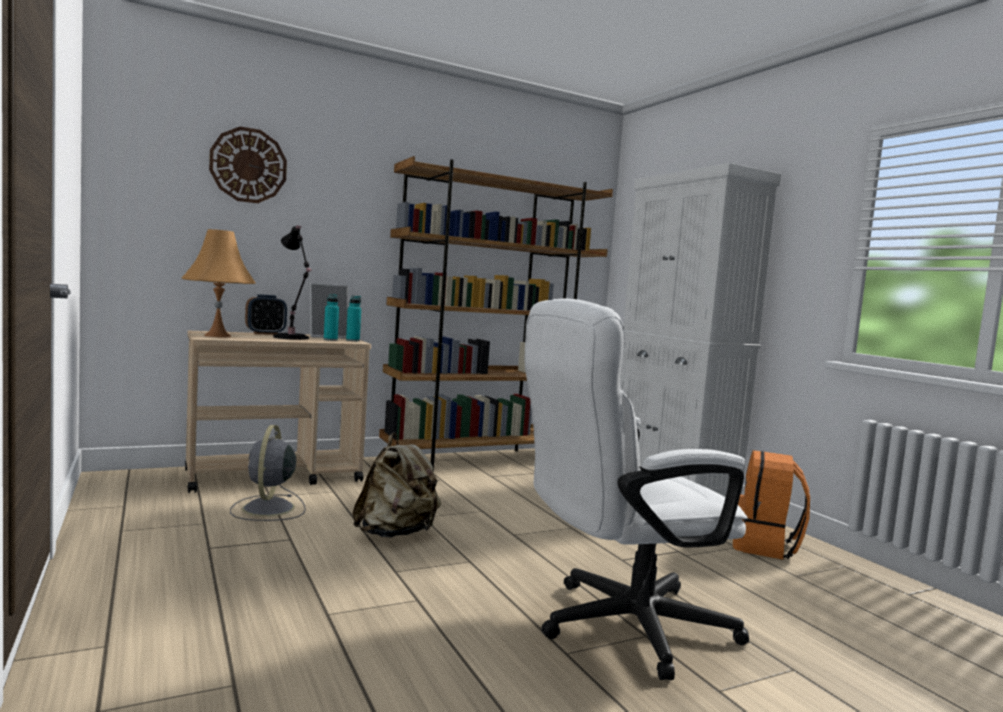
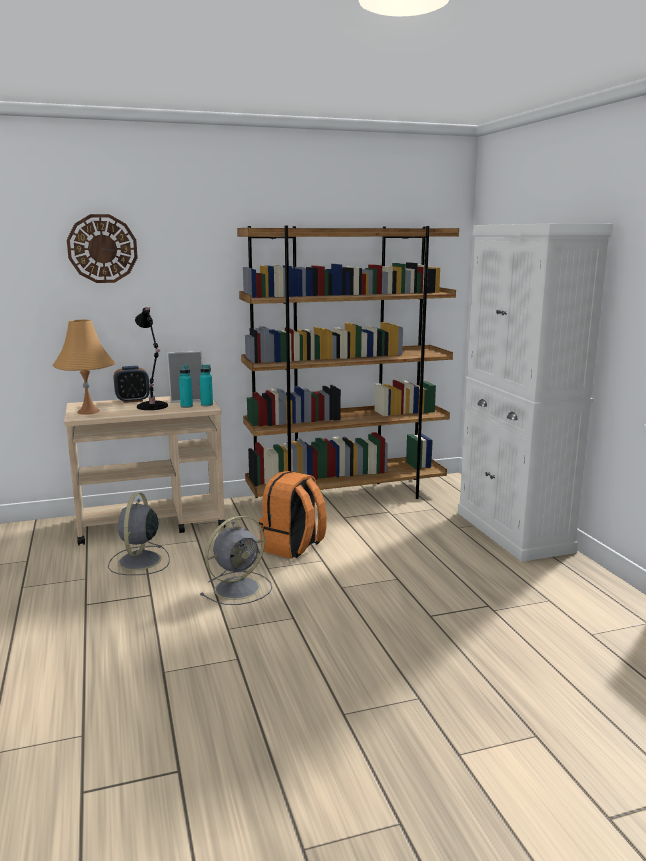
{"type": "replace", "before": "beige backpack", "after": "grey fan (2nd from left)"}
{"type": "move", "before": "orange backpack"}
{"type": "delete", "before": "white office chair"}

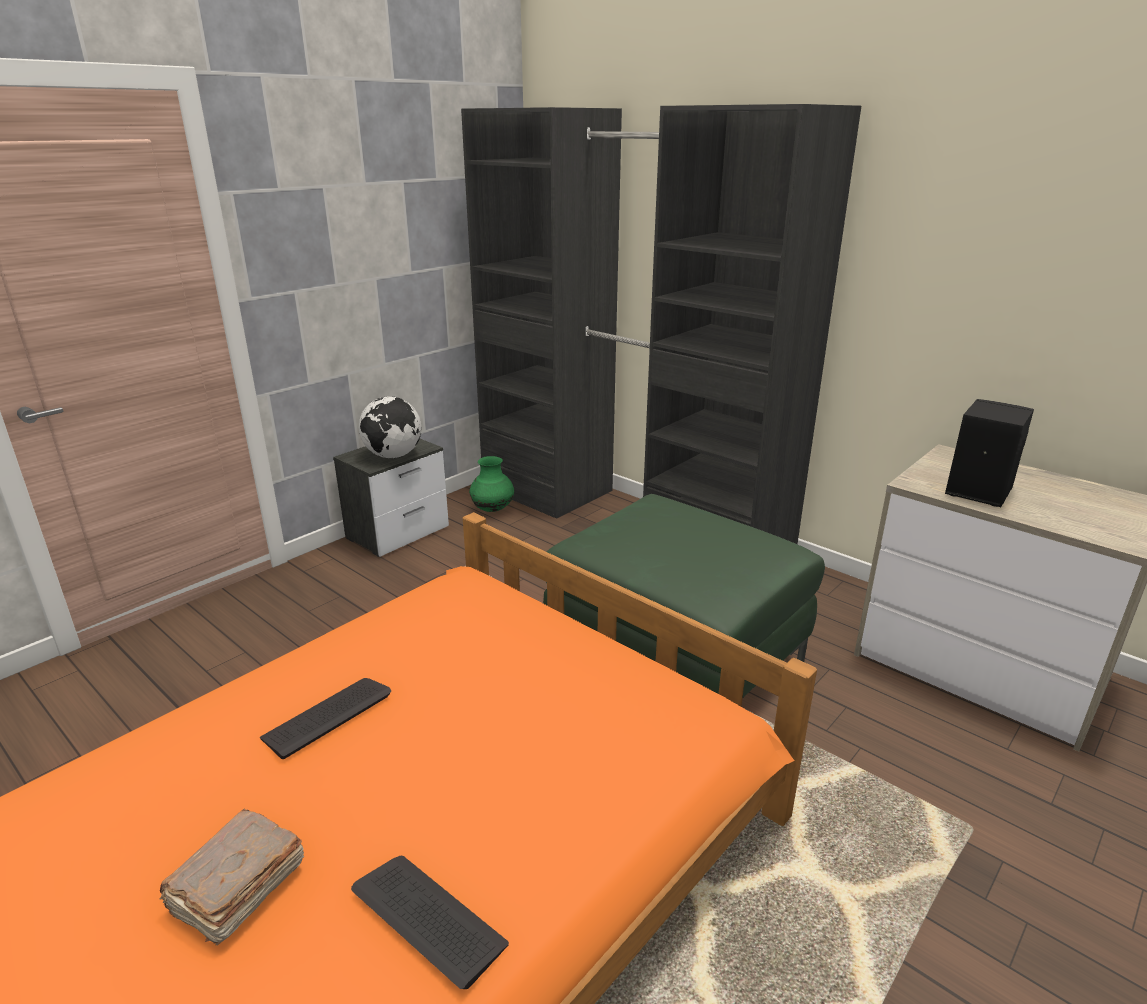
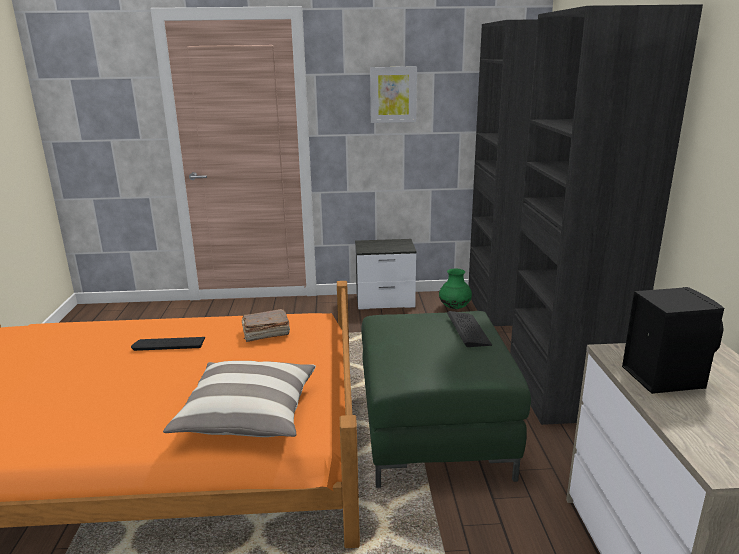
{"type": "insert", "after": "pillow"}
{"type": "move", "before": "brown book"}
{"type": "insert", "after": "picture"}
{"type": "move", "before": "keyboard (2nd from left)"}
{"type": "delete", "before": "globe"}

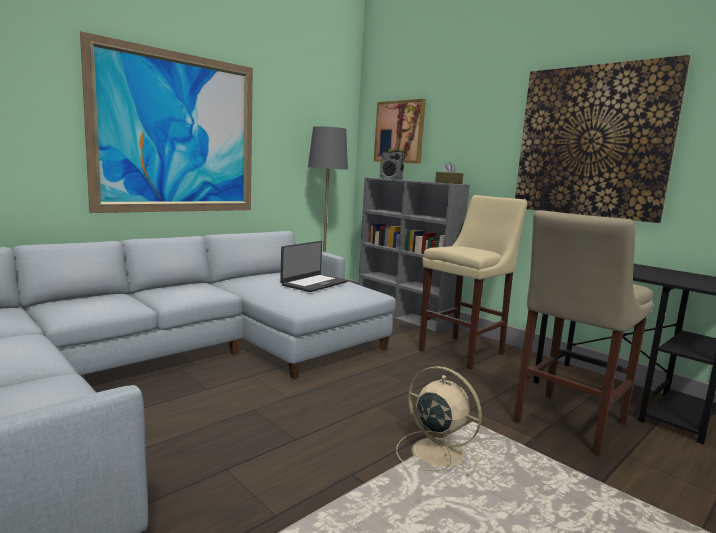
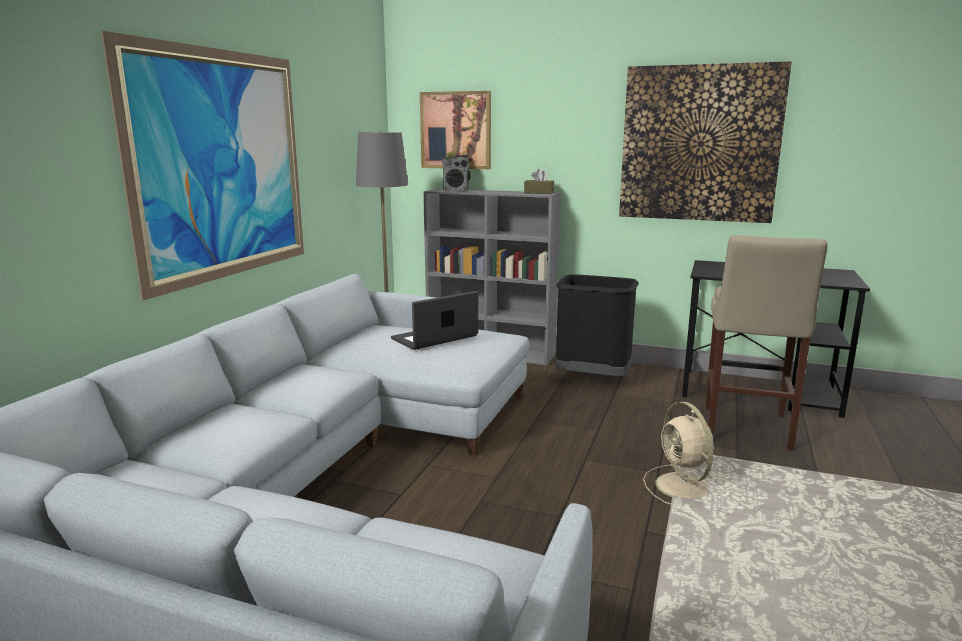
{"type": "rotate", "before": "laptop", "turn": -135}
{"type": "replace", "before": "beige stool (1st from left)", "after": "black trash can"}
{"type": "rotate", "before": "beige fan", "turn": -120}

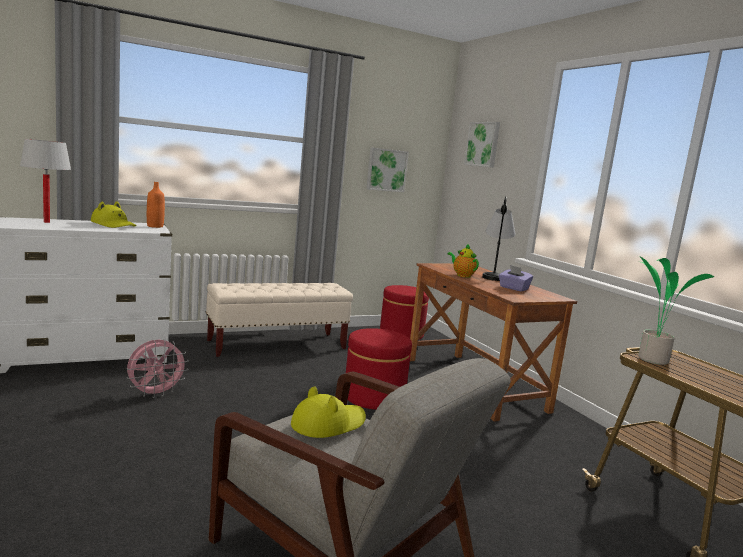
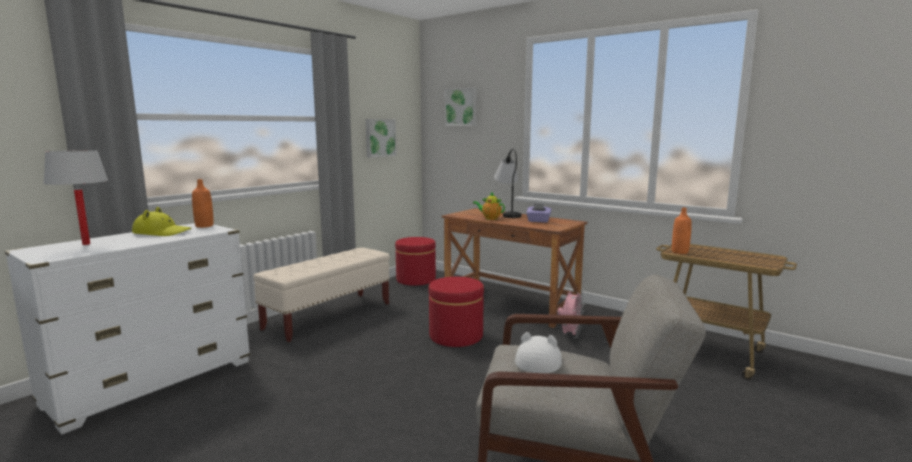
{"type": "recolor", "before": "yellow hat (2nd from left)", "after": "white hat"}
{"type": "move", "before": "pink fan"}
{"type": "replace", "before": "potted plant", "after": "orange bottle (2nd from left)"}

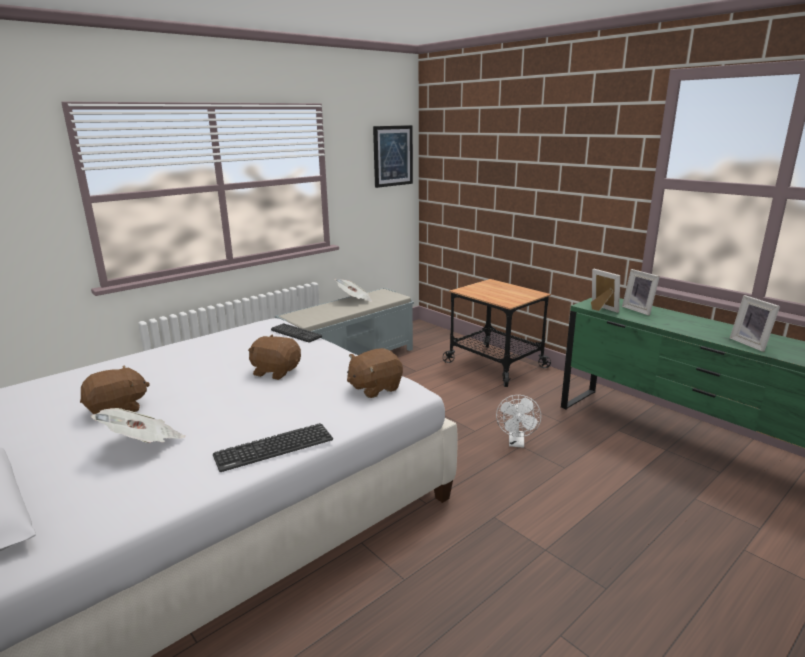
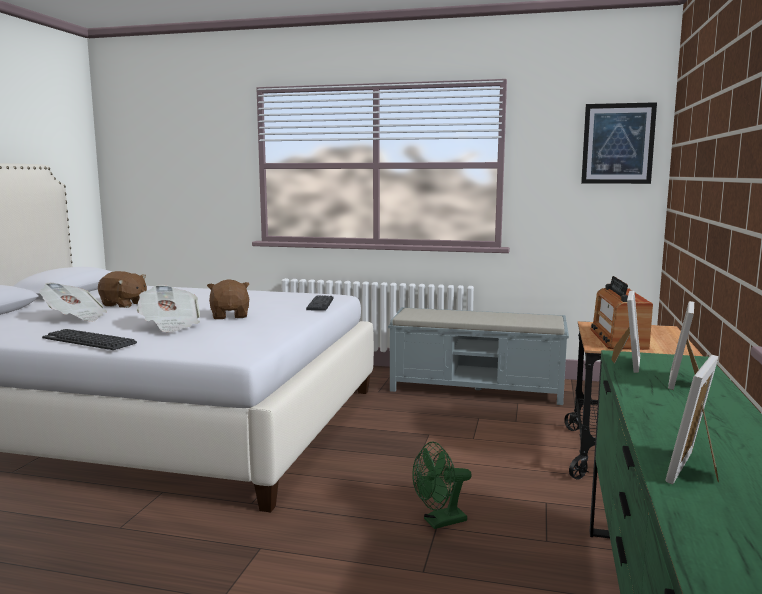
{"type": "move", "before": "newspaper (2nd from left)"}
{"type": "recolor", "before": "white fan", "after": "green fan"}
{"type": "insert", "after": "radio"}
{"type": "delete", "before": "brown plush toy (3rd from left)"}

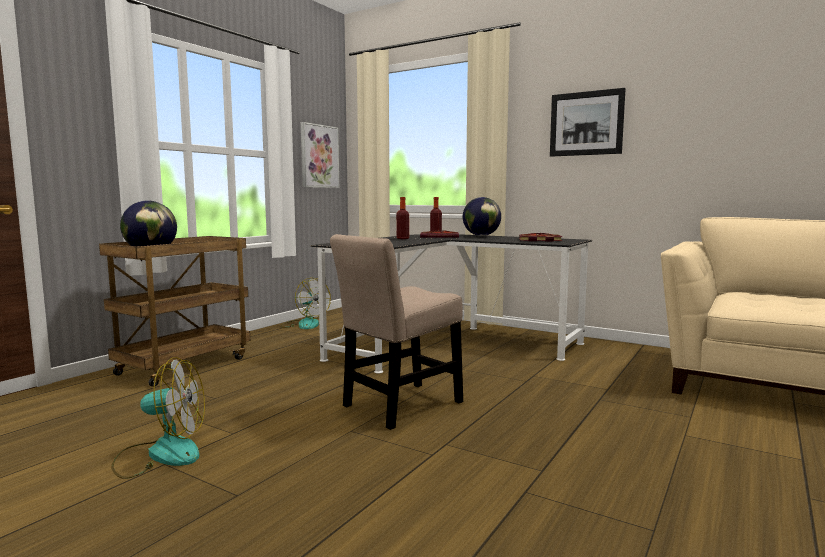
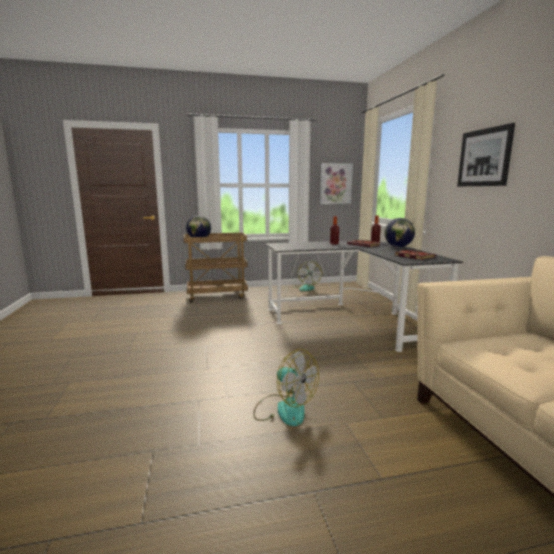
{"type": "move", "before": "fan (1st from left)"}
{"type": "delete", "before": "beige chair"}

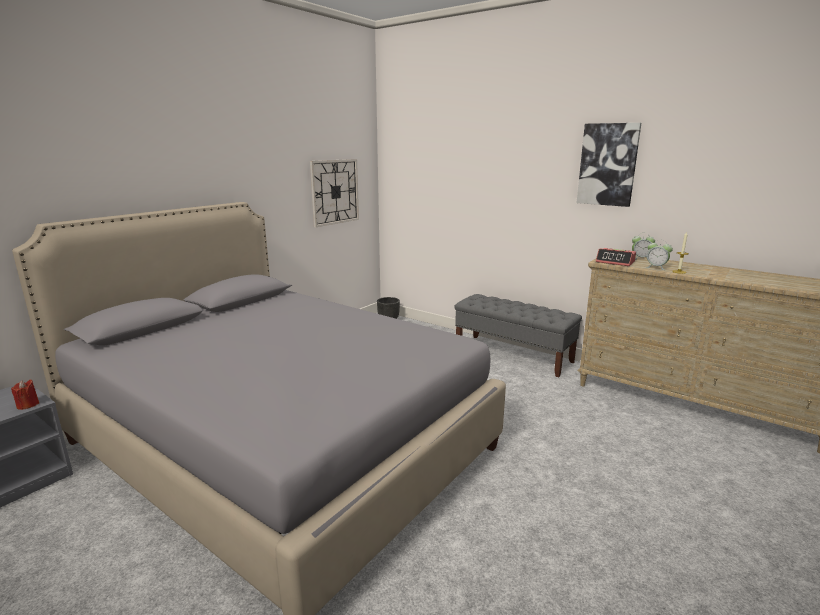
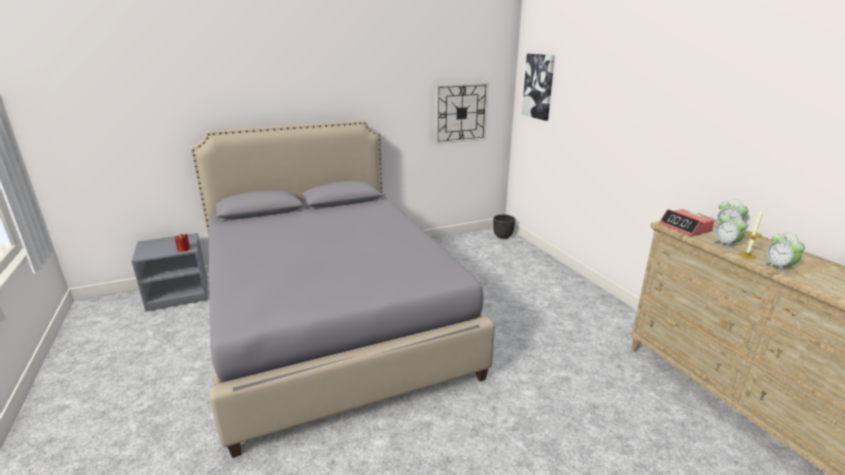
{"type": "move", "before": "picture"}
{"type": "insert", "after": "alarm clock (4th from left)"}
{"type": "delete", "before": "grey bench"}

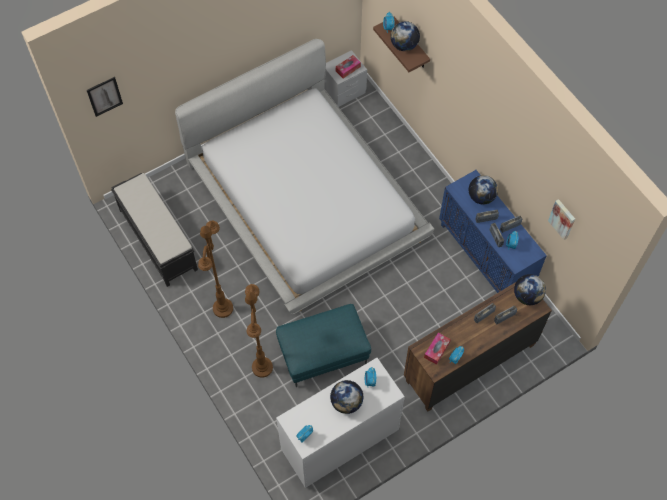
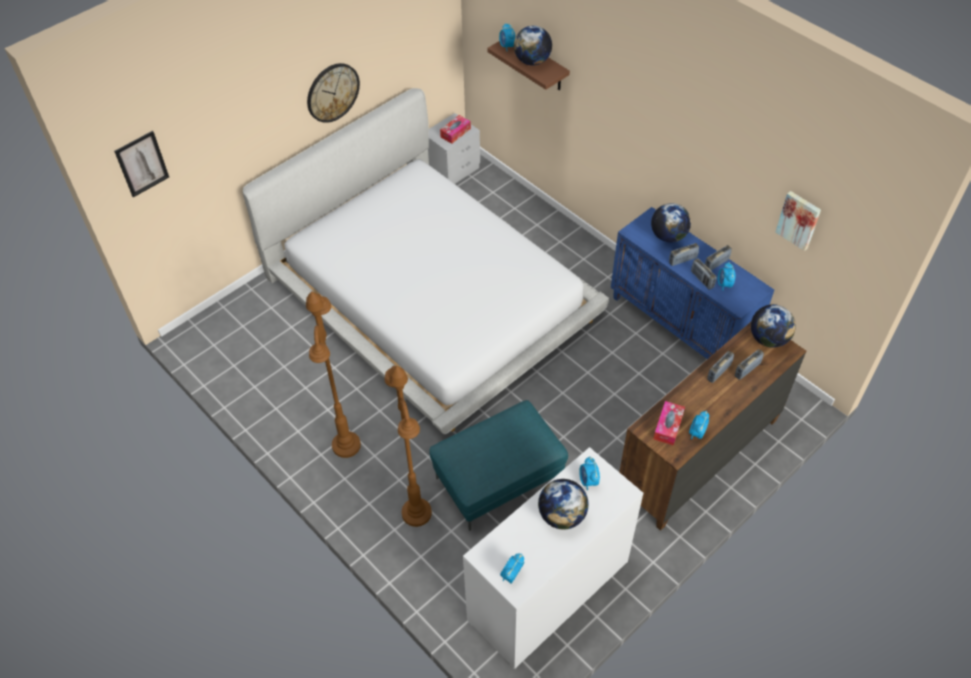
{"type": "insert", "after": "wall clock"}
{"type": "delete", "before": "black bench"}

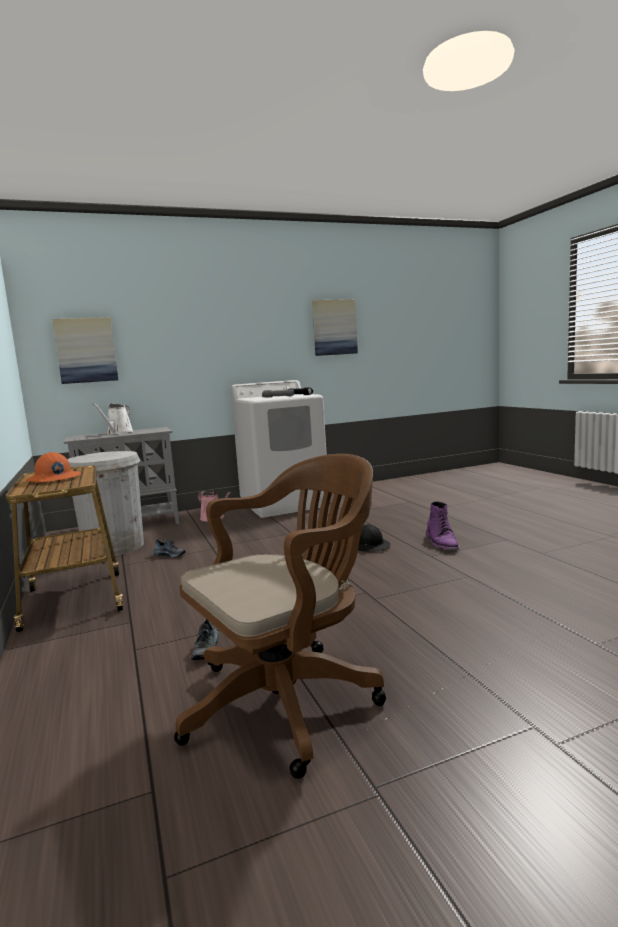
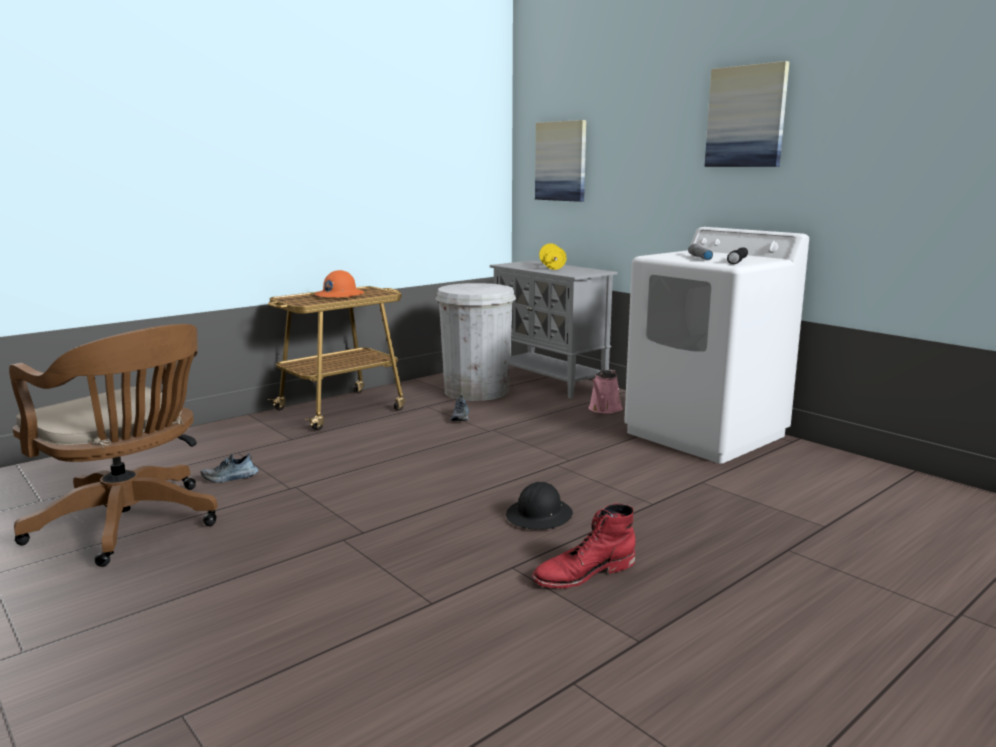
{"type": "recolor", "before": "purple boot", "after": "red boot"}
{"type": "replace", "before": "white watering can", "after": "yellow dumbbell"}
{"type": "move", "before": "picture (2nd from left)"}

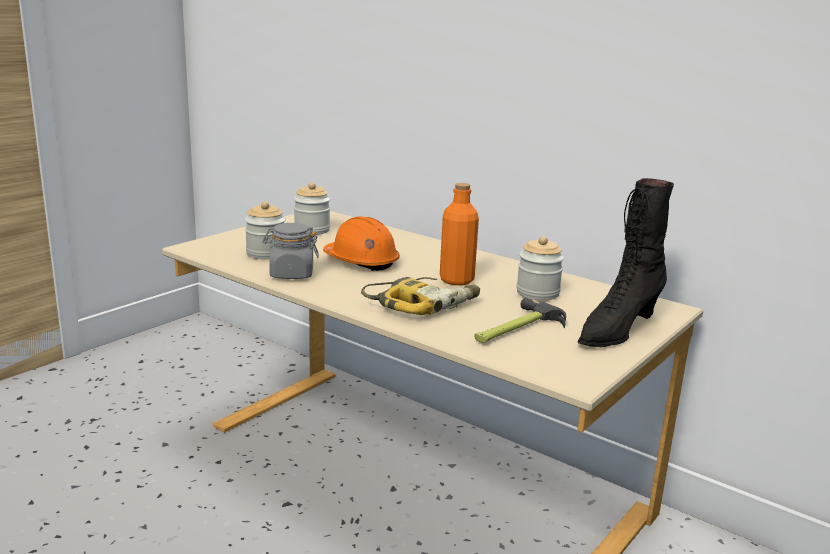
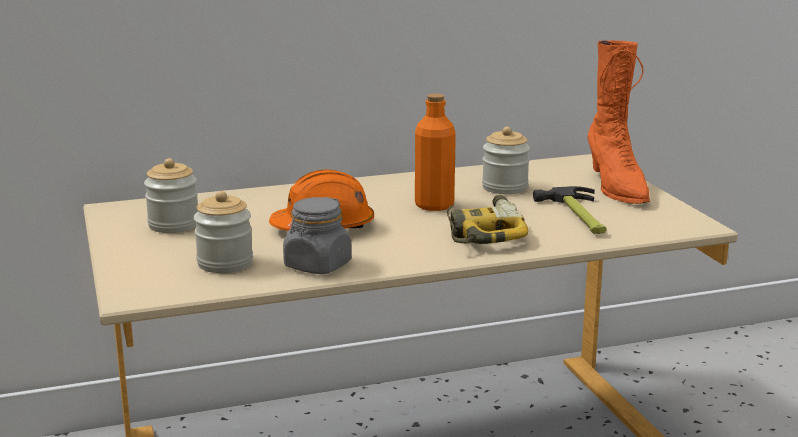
{"type": "recolor", "before": "black boot", "after": "orange boot"}

